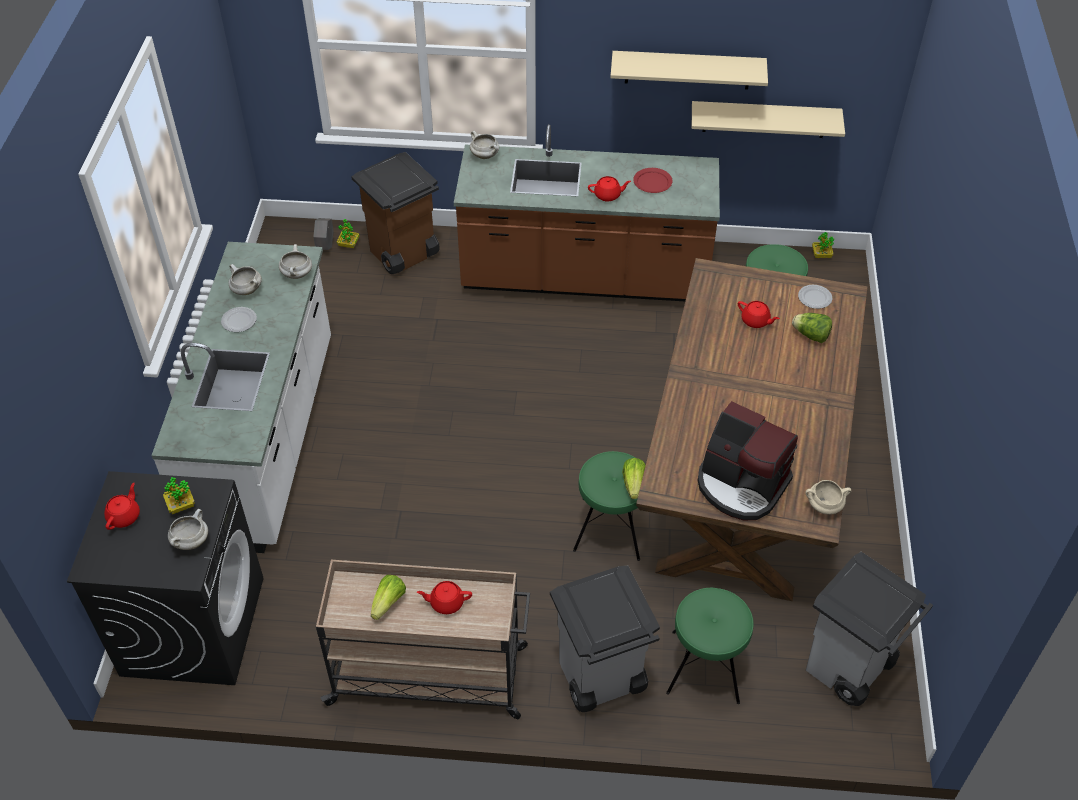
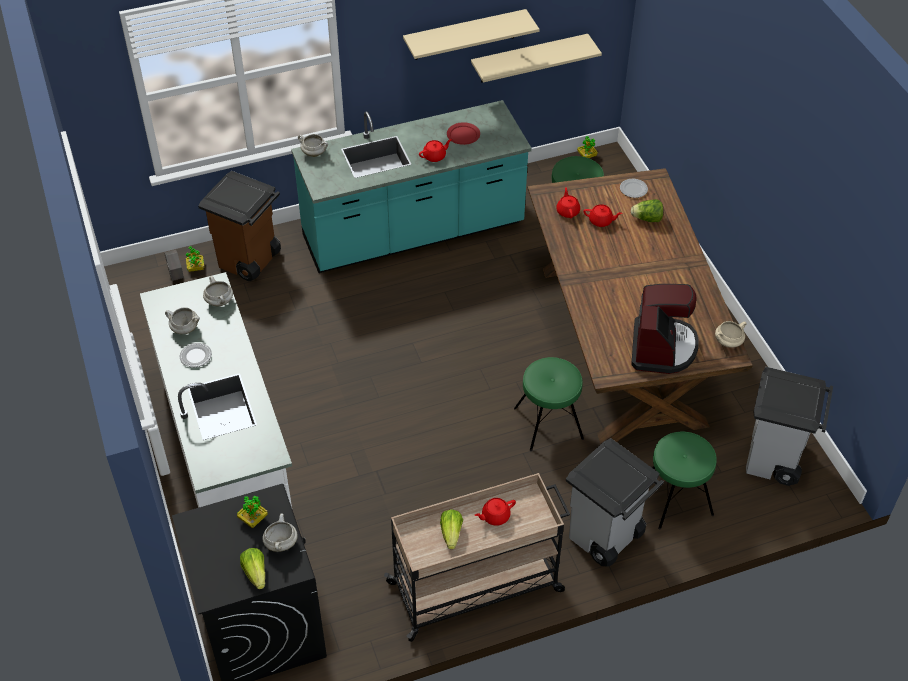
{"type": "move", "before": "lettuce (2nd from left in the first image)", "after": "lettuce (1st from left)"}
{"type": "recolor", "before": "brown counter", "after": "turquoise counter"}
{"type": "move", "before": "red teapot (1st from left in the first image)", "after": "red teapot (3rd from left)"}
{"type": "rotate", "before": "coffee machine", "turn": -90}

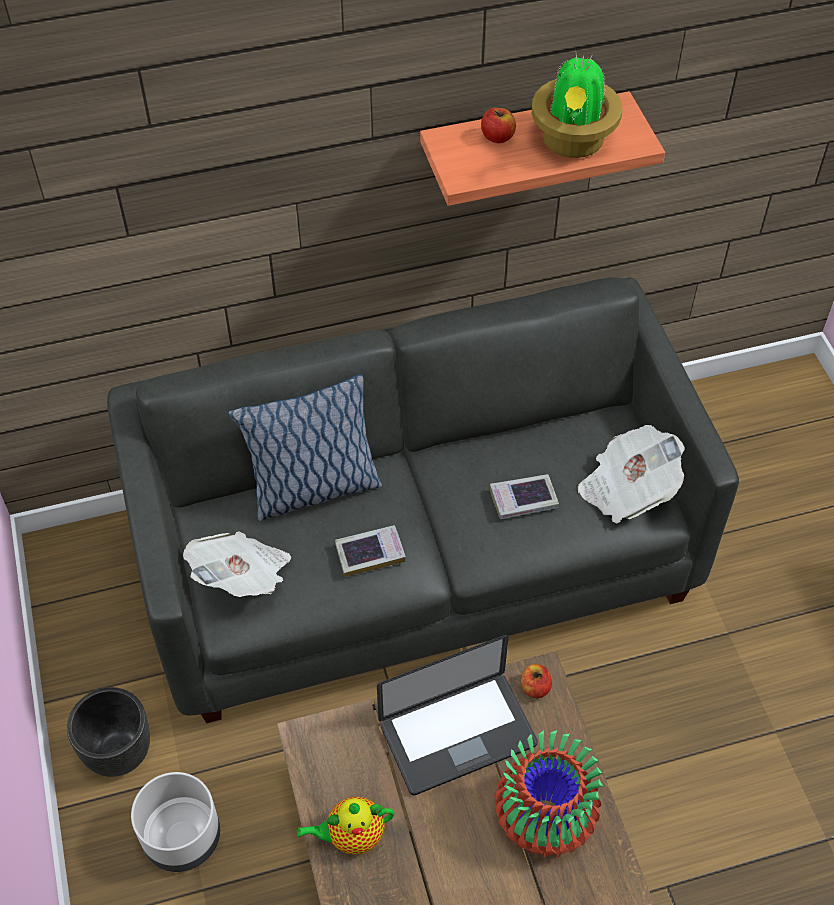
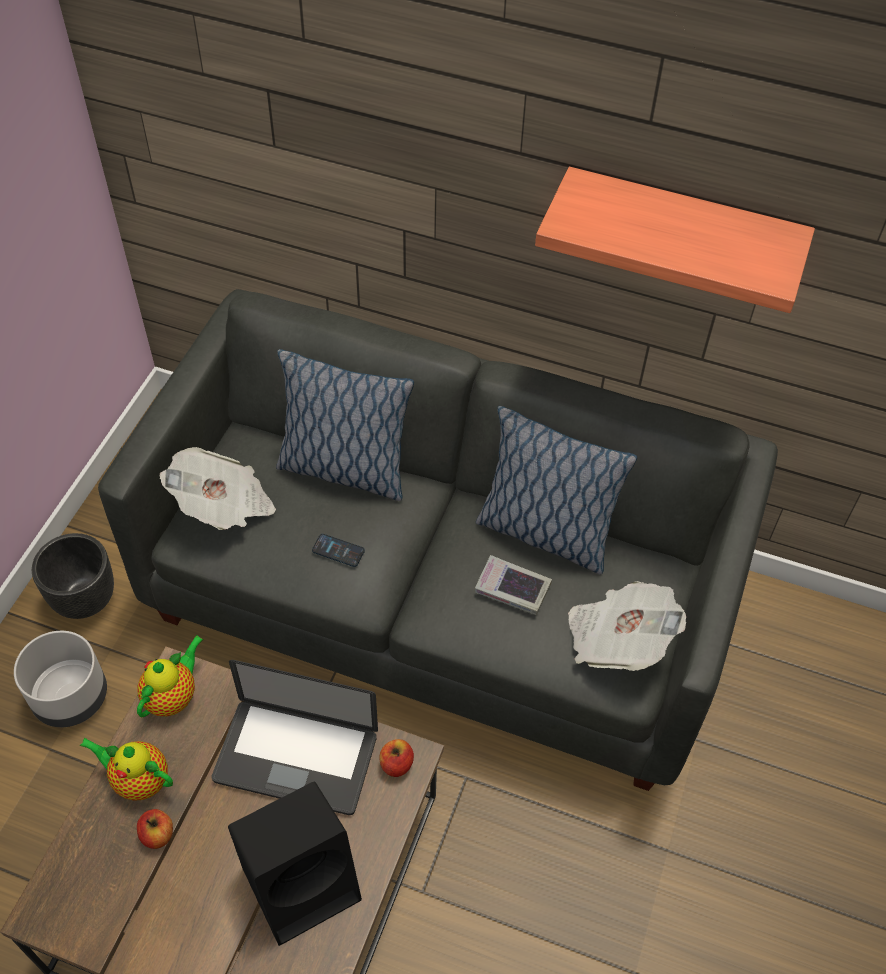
{"type": "insert", "after": "teapot (2nd from left)"}
{"type": "move", "before": "apple (1st from left)"}
{"type": "replace", "before": "vase", "after": "black speaker"}
{"type": "replace", "before": "book (1st from left)", "after": "phone"}
{"type": "insert", "after": "pillow (2nd from left)"}
{"type": "delete", "before": "potted plant"}

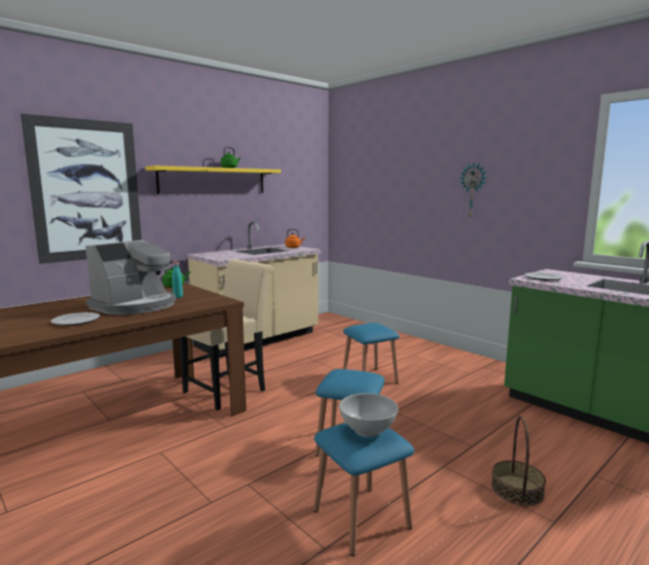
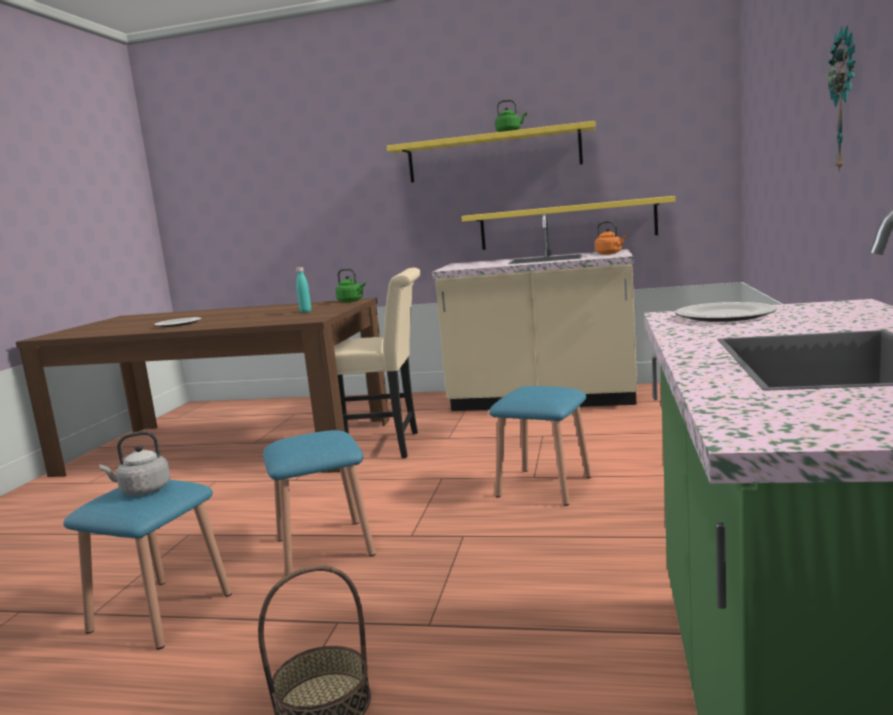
{"type": "replace", "before": "white bowl", "after": "grey kettle"}
{"type": "insert", "after": "yellow shelf (2nd from left)"}
{"type": "delete", "before": "picture"}
{"type": "delete", "before": "coffee machine"}

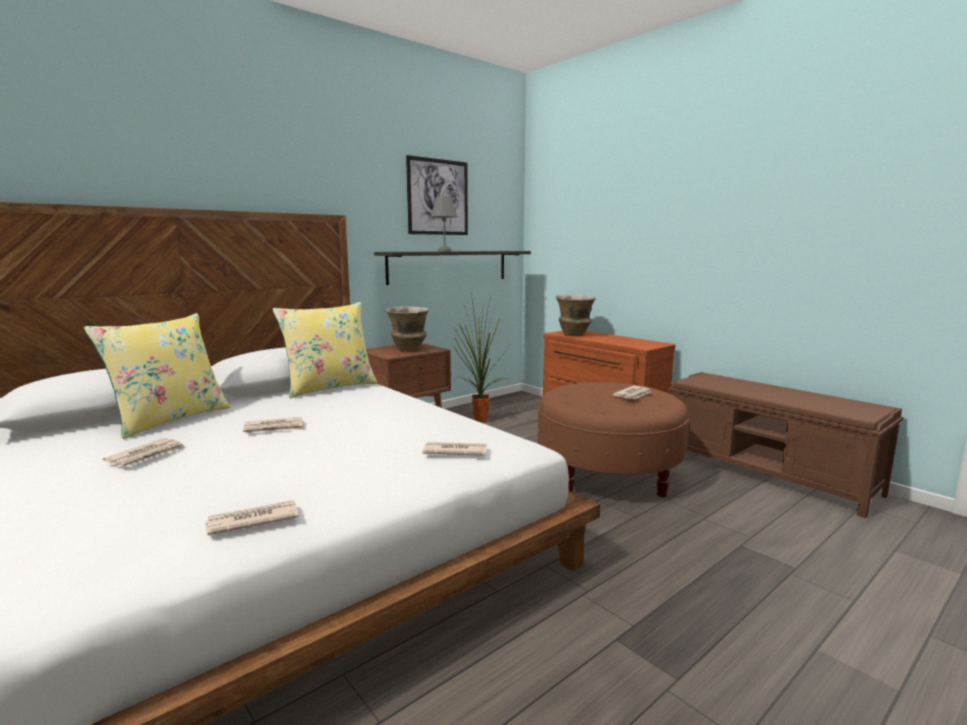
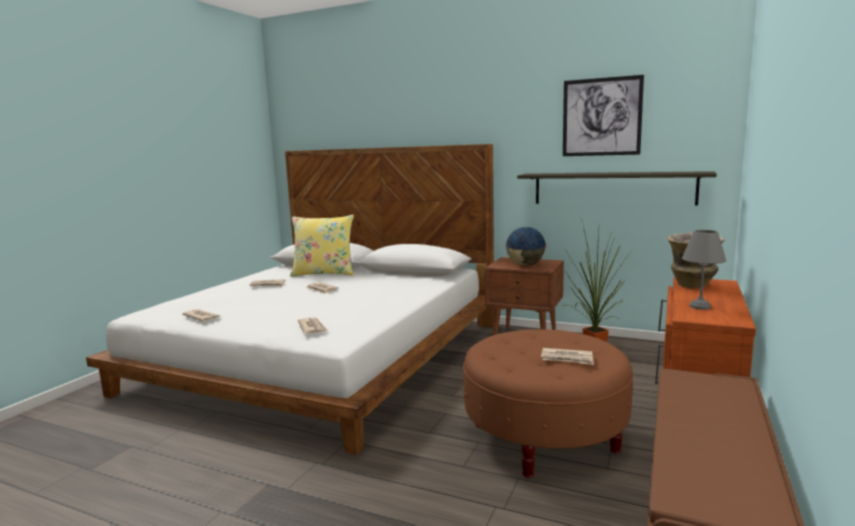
{"type": "replace", "before": "vase (1st from left)", "after": "globe"}
{"type": "move", "before": "grey table lamp"}
{"type": "delete", "before": "yellow pillow (2nd from left)"}

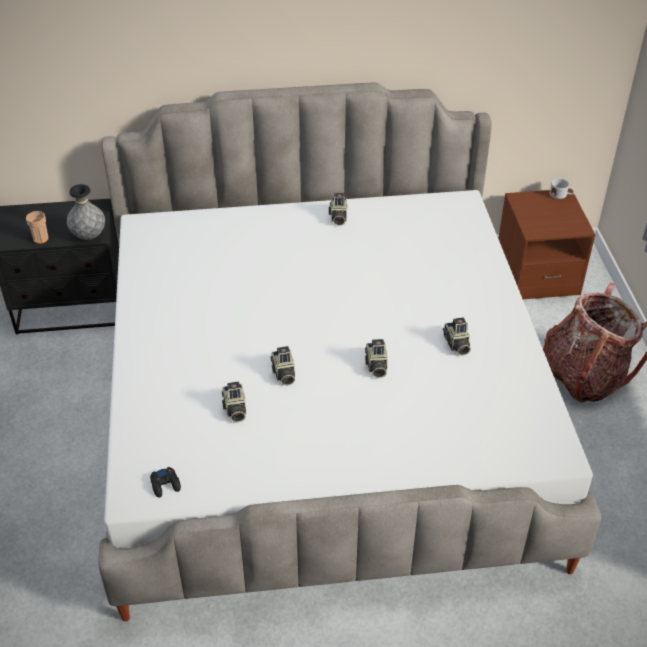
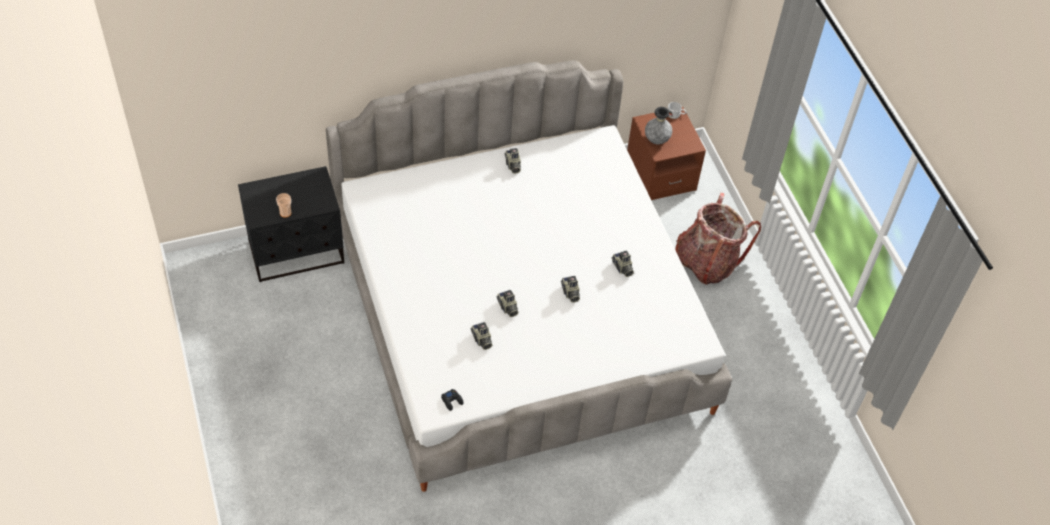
{"type": "move", "before": "grey vase"}

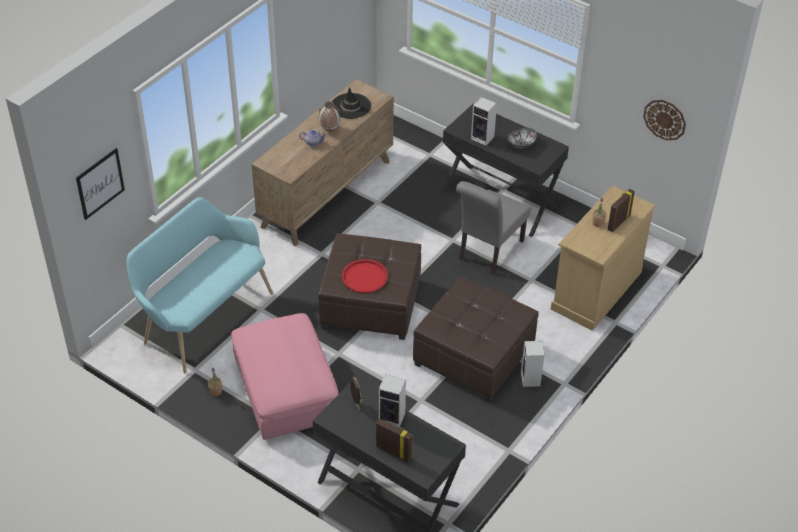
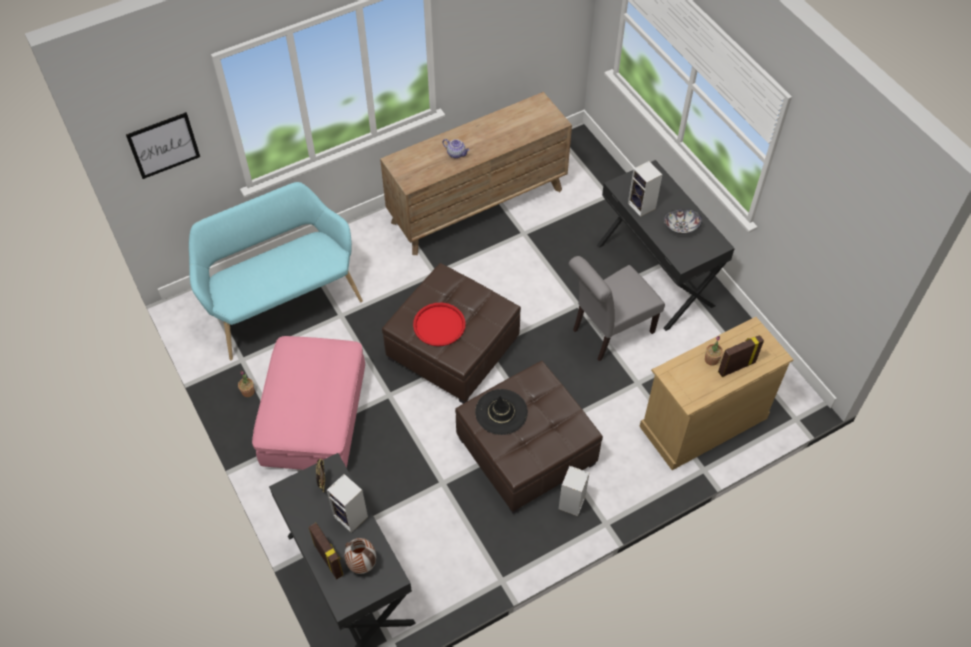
{"type": "move", "before": "vase"}
{"type": "move", "before": "black hat"}
{"type": "delete", "before": "wall clock"}

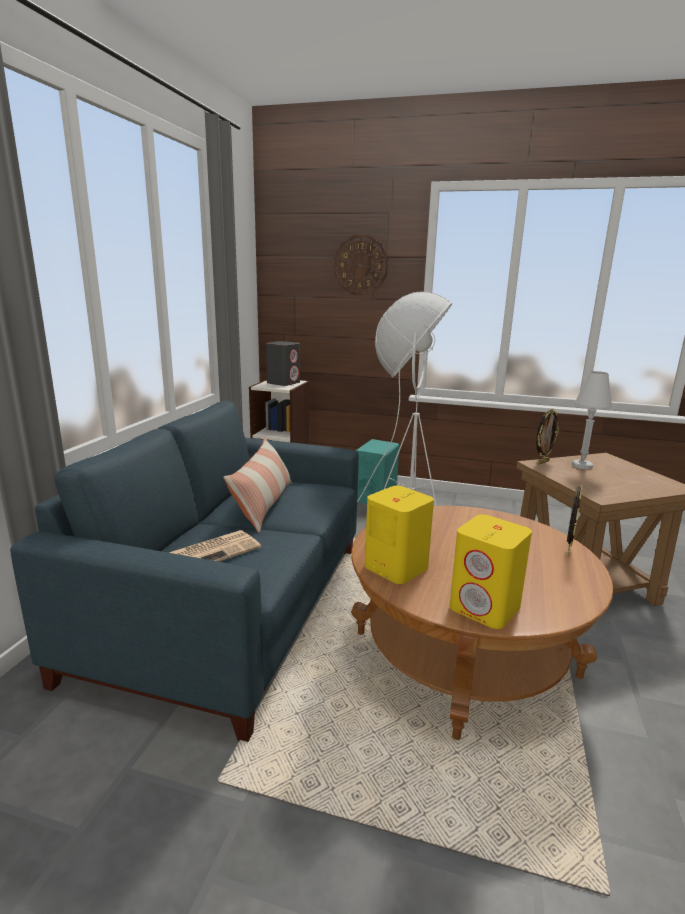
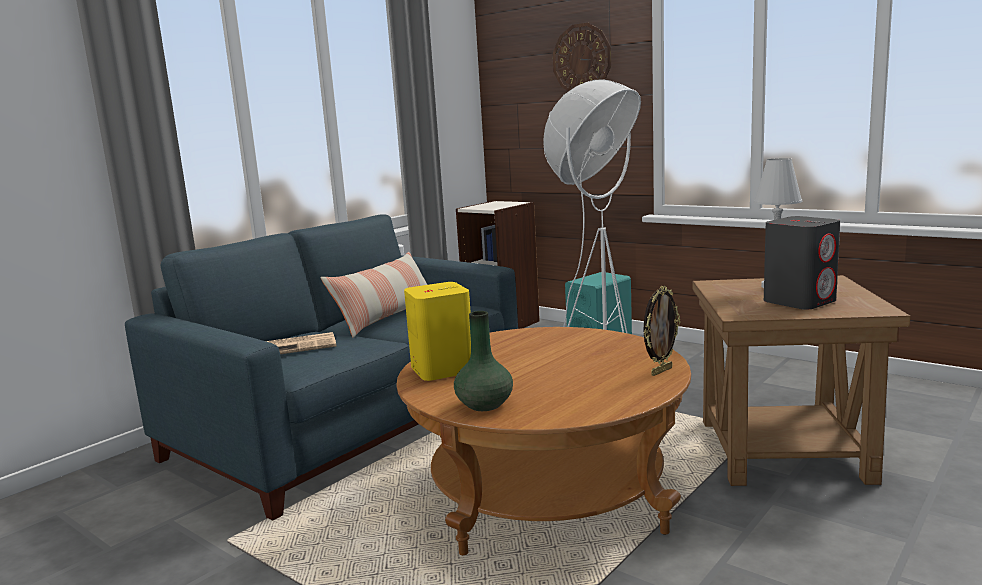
{"type": "replace", "before": "yellow speaker (2nd from left)", "after": "green vase"}
{"type": "move", "before": "grey speaker"}
{"type": "delete", "before": "picture frame (1st from left)"}

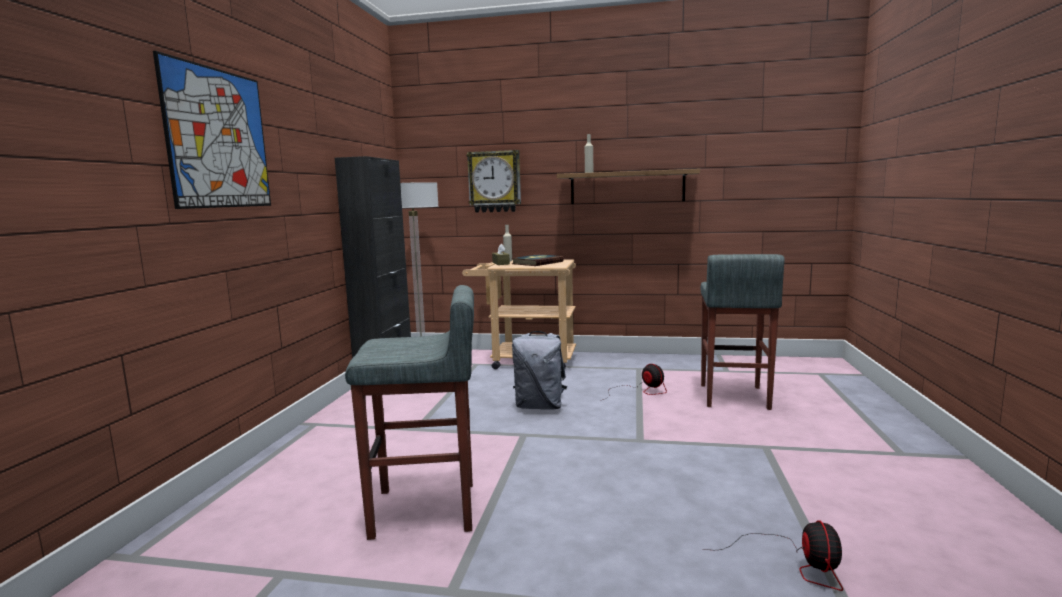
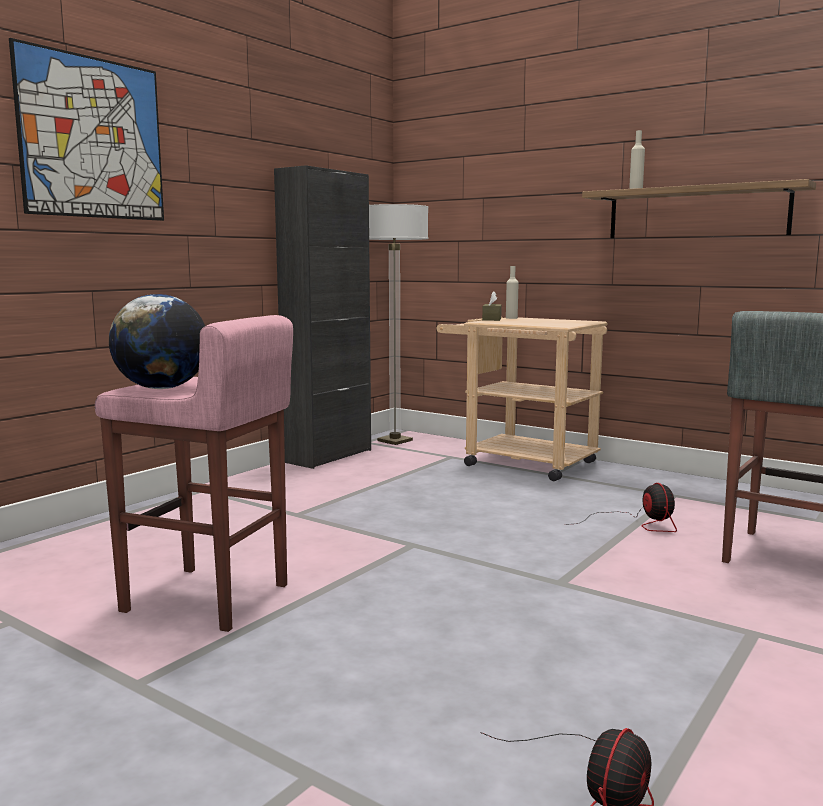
{"type": "recolor", "before": "grey stool (1st from left)", "after": "pink stool"}
{"type": "insert", "after": "globe"}
{"type": "delete", "before": "wall clock"}
{"type": "delete", "before": "book"}
{"type": "delete", "before": "grey backpack"}

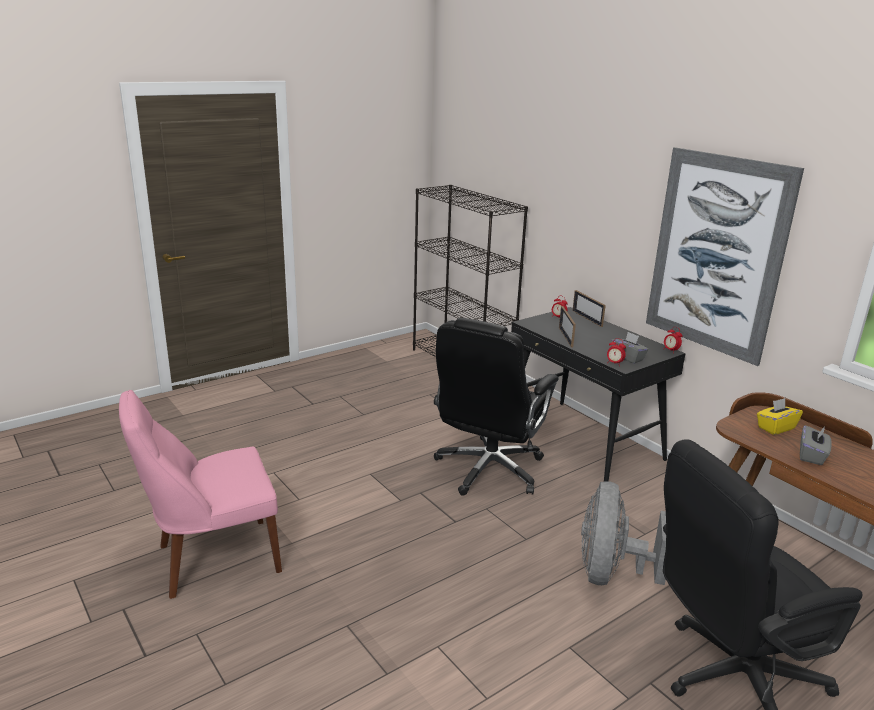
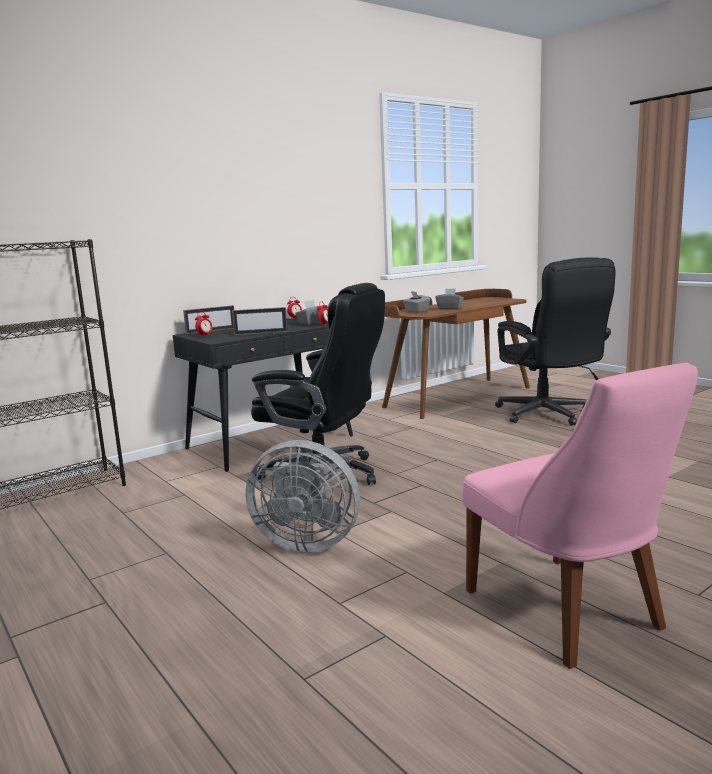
{"type": "move", "before": "grey fan"}
{"type": "recolor", "before": "yellow tissue box", "after": "grey tissue box (2nd from left)"}
{"type": "delete", "before": "picture"}

